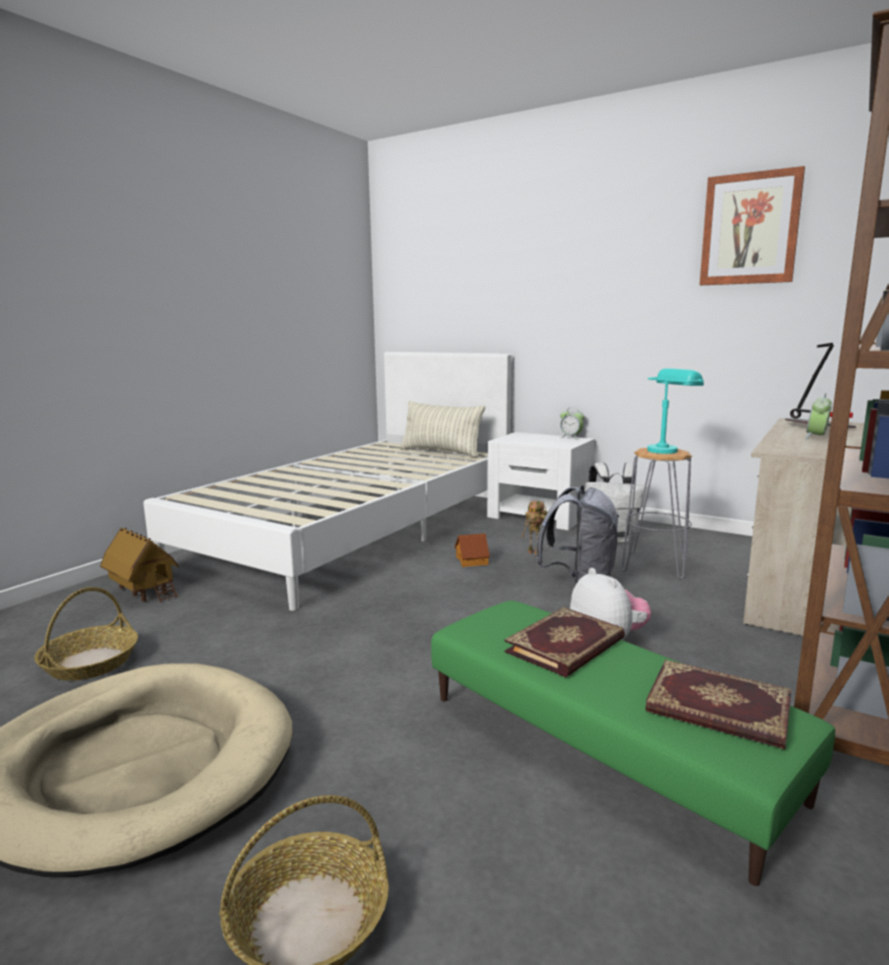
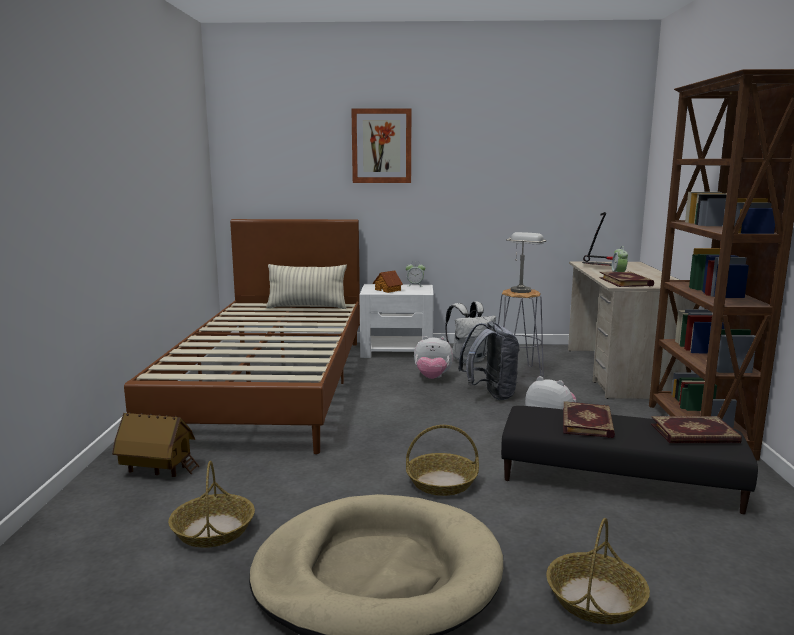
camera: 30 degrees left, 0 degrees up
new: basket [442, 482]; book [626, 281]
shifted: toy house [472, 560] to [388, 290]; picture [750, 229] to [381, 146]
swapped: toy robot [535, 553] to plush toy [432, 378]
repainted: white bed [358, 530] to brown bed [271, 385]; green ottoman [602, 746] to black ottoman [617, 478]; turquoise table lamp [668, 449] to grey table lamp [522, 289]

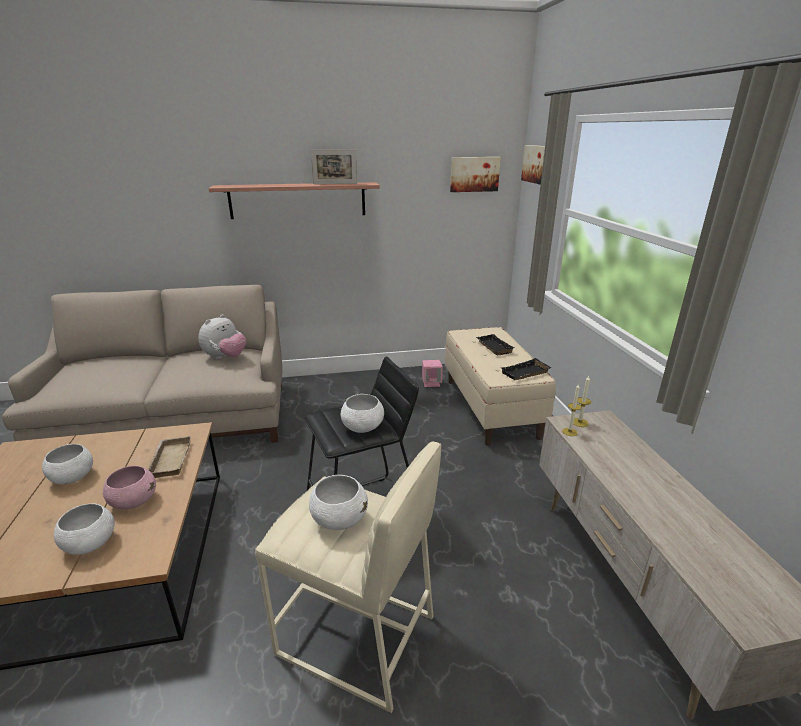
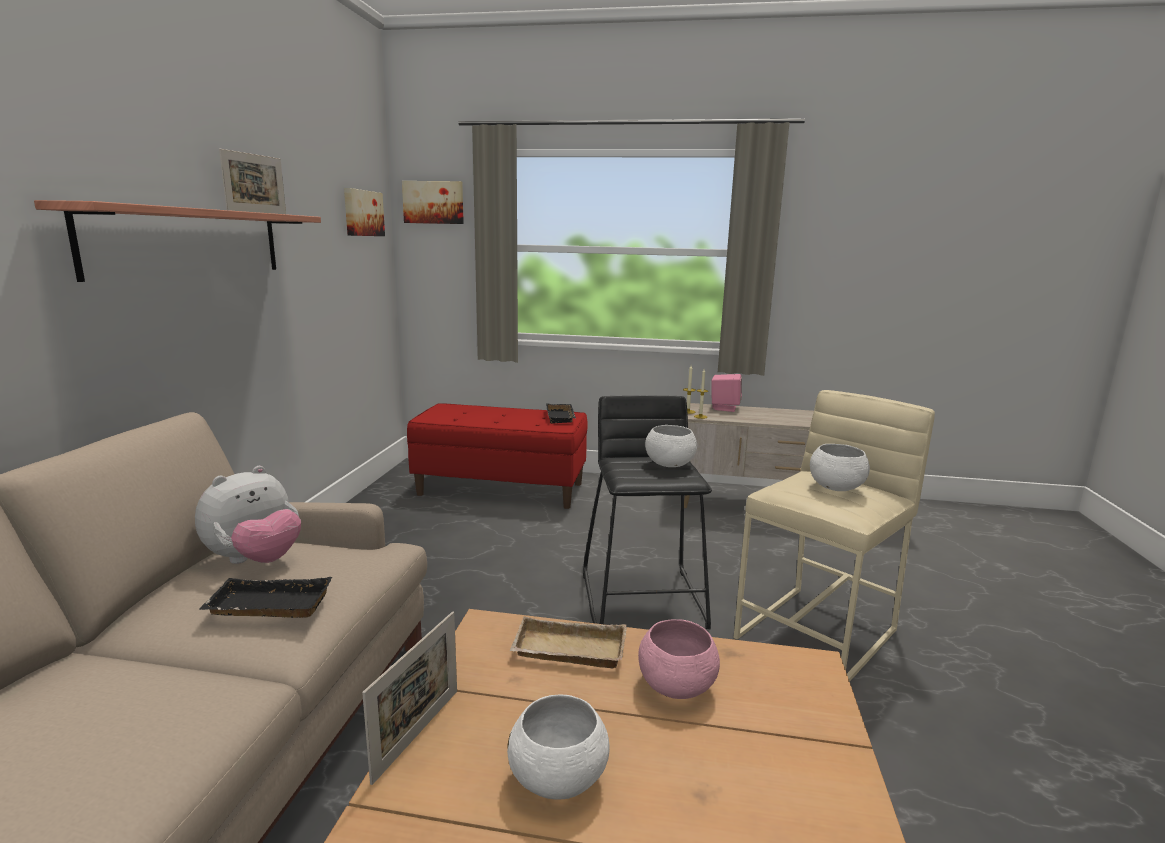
camera: 70 degrees left, 10 degrees down
gone: white bowl [90, 544]
new: picture frame [417, 733]
shifted: pink speaker [431, 383] to [724, 408]; black tray [493, 347] to [267, 607]
repainted: beige bench [491, 407] to red bench [501, 489]
rotated: plush toy [225, 357] = [256, 560] 75 degrees clockwise

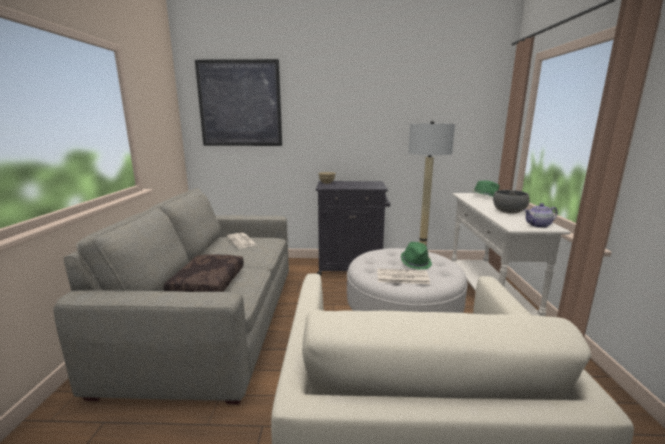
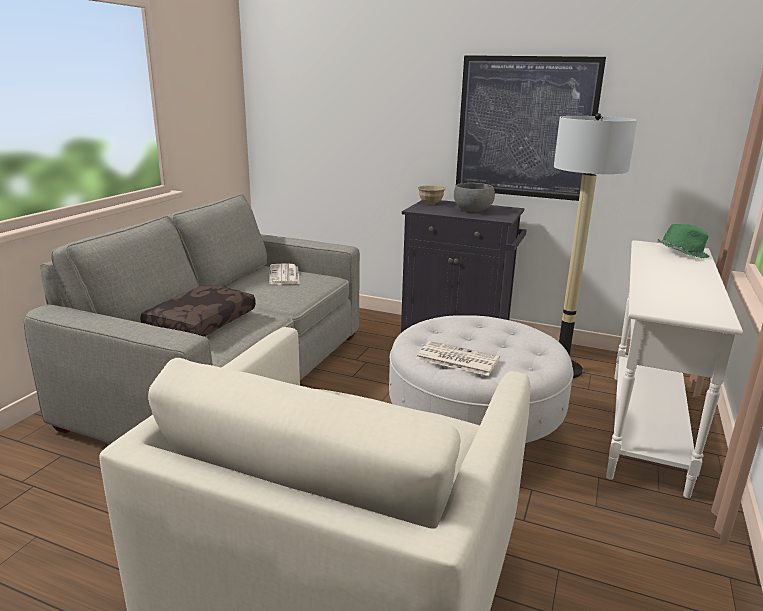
camera: 20 degrees right, 5 degrees up
gone: green hat [415, 263]; teapot [538, 225]
shifted: picture [240, 104] to [525, 128]; grey bowl [509, 211] to [473, 210]

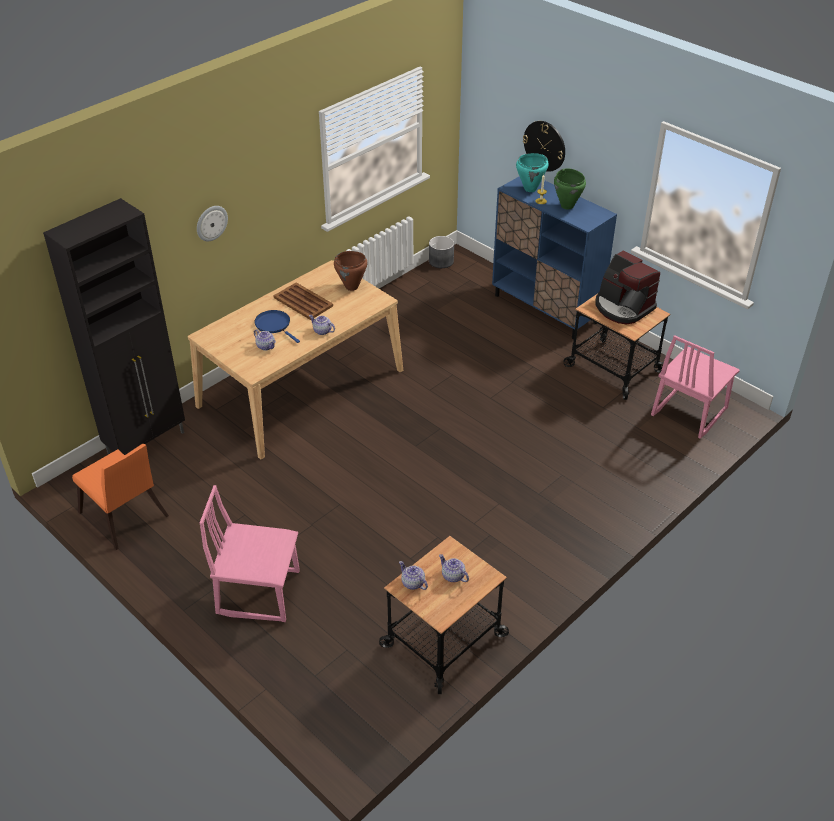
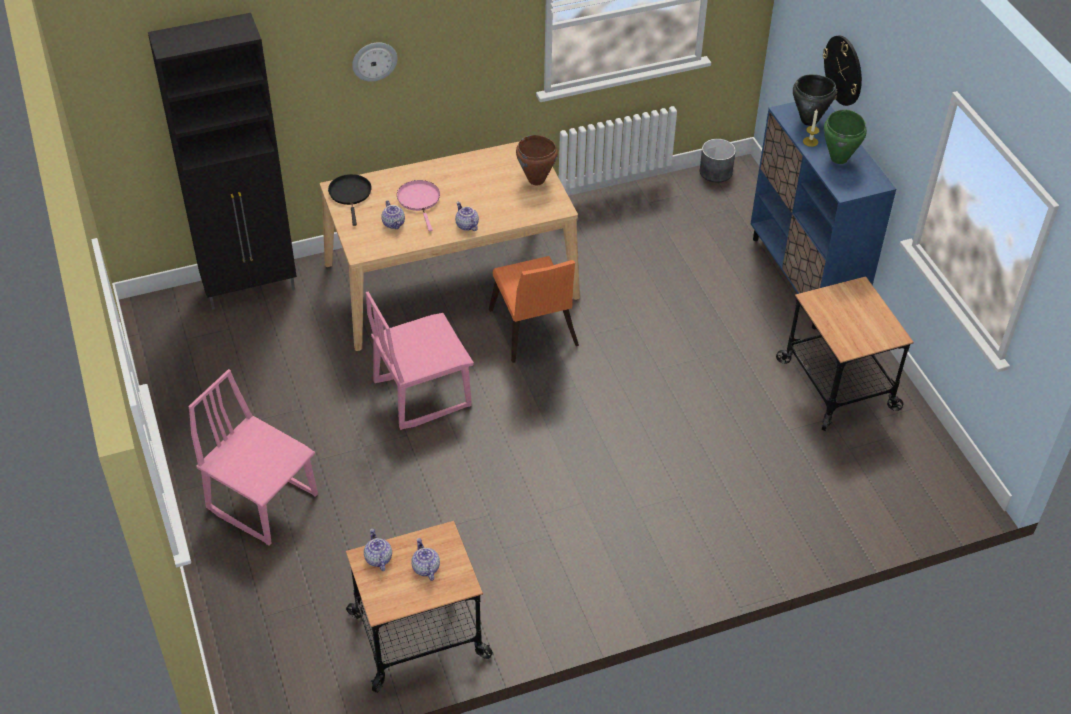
camera: 25 degrees right, 5 degrees up
gone: brown tray [303, 301]; coffee machine [623, 307]
new: black frying pan [350, 194]
shifted: orange chair [125, 518] to [533, 333]; pink chair [688, 412] to [422, 393]
repainted: blue frying pan [274, 325] to pink frying pan [419, 200]; turquoise cooking pot [530, 189] to black cooking pot [809, 121]

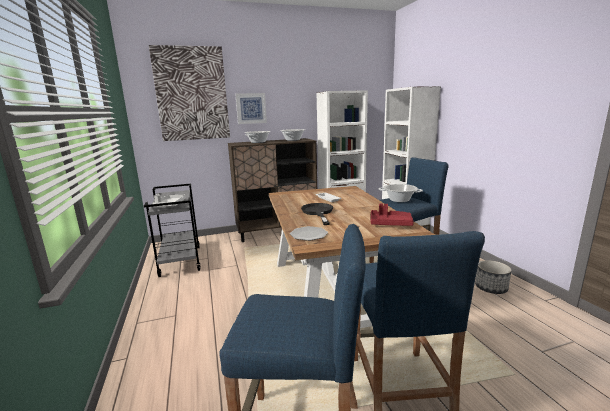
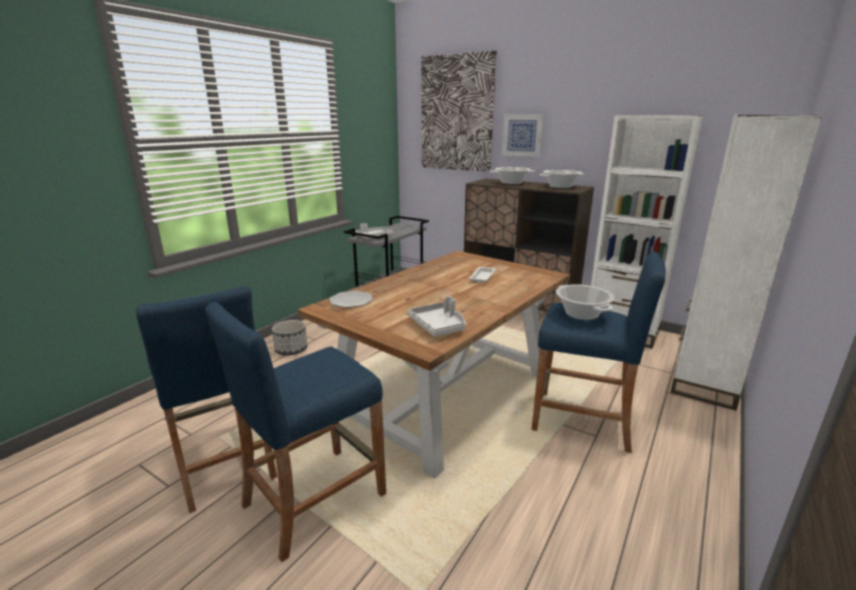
camera: 50 degrees right, 5 degrees up
gone: black frying pan [318, 212]
shifted: planter [490, 288] to [291, 350]
repainted: red tray [390, 223] to grey tray [439, 326]

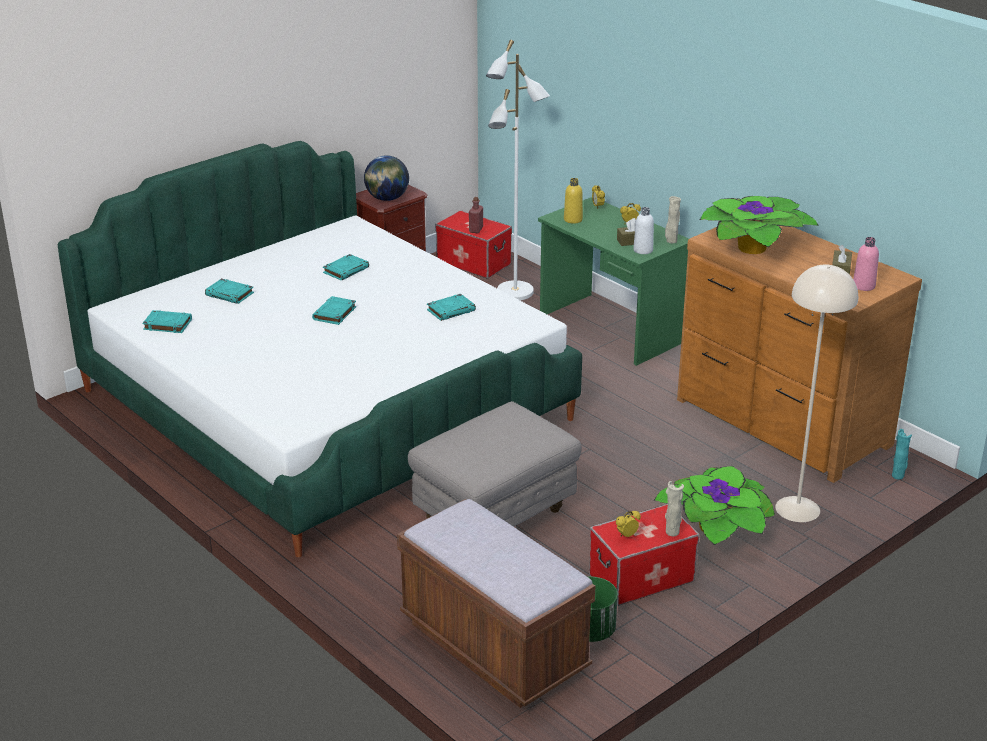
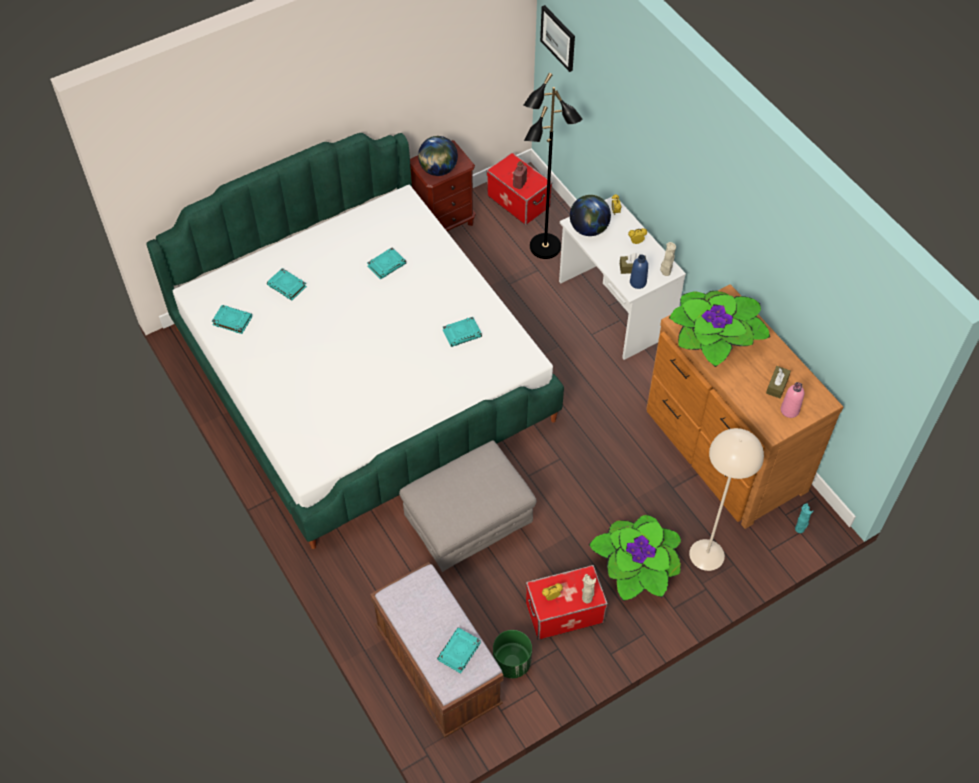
camera: 10 degrees right, 25 degrees up
new: picture [558, 37]
shifted: turquoise book [334, 314] to [459, 652]
swapped: yellow bottle [573, 220] to globe [589, 228]
repainted: white floor lamp [515, 292] to black floor lamp [545, 248]; green desk [610, 328] to white desk [614, 308]; white bottle [643, 250] to blue bottle [638, 282]

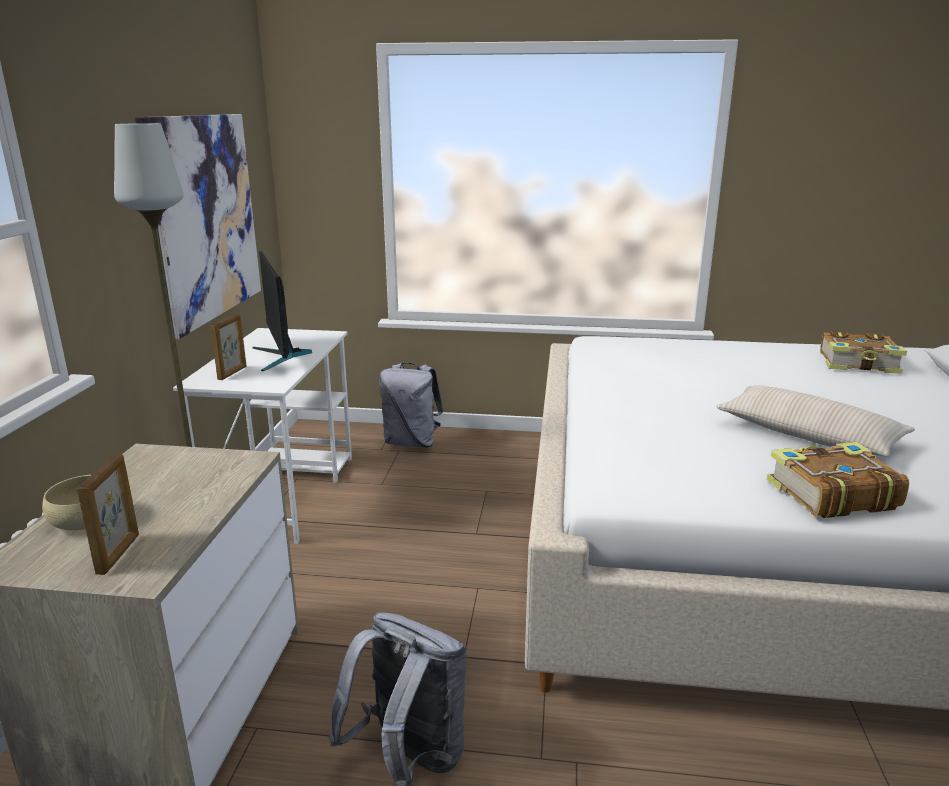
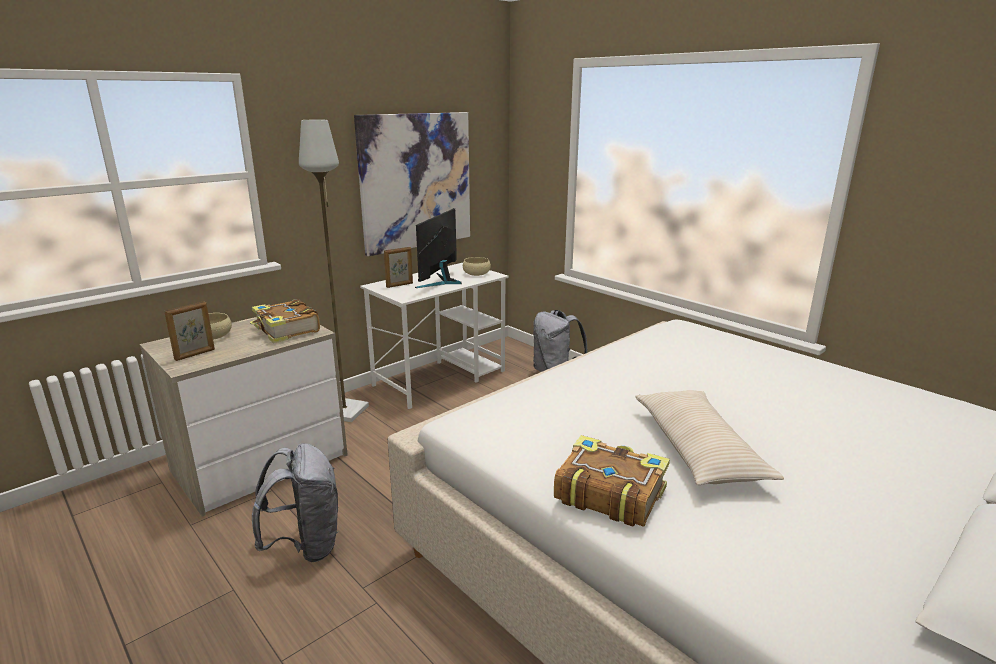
camera: 40 degrees right, 0 degrees up
new: beige bowl [476, 273]
shifted: book [859, 364] to [286, 330]

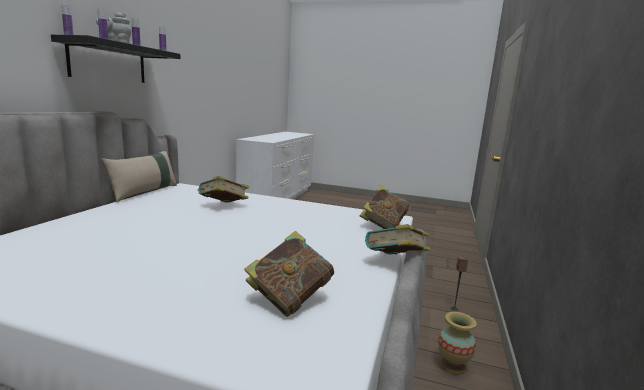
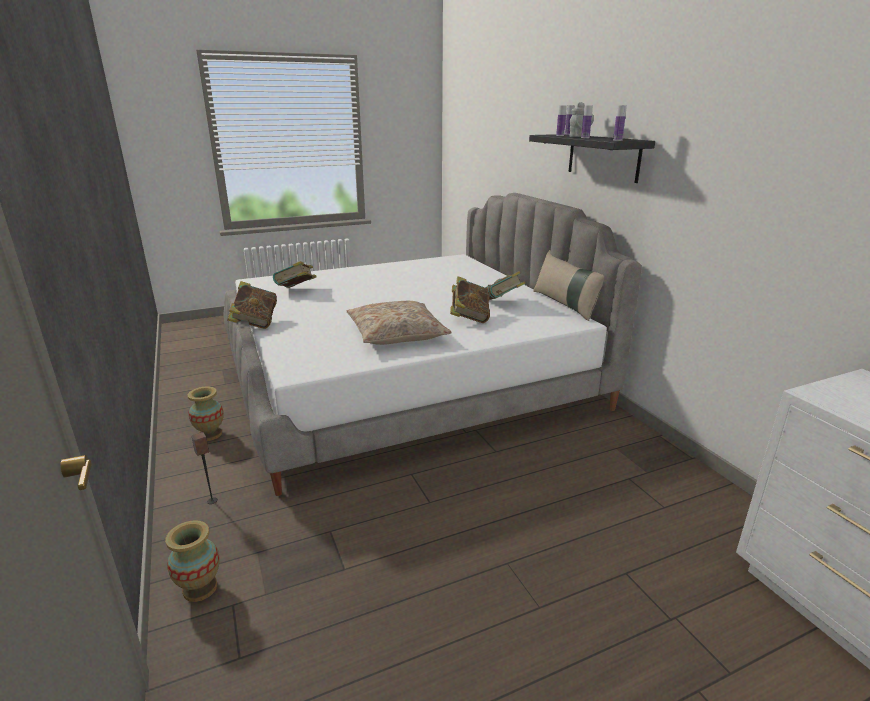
camera: 140 degrees right, 10 degrees up
new: vase [200, 588]; beige pillow [397, 334]
shifted: book [383, 226] to [501, 303]

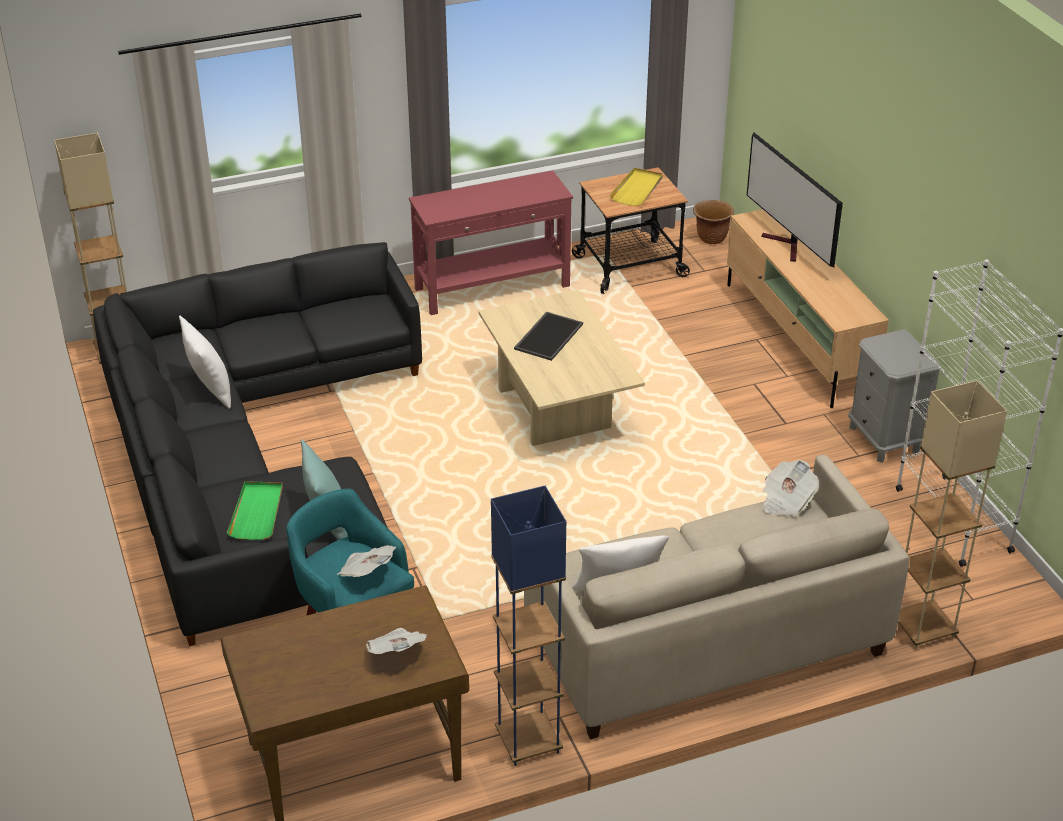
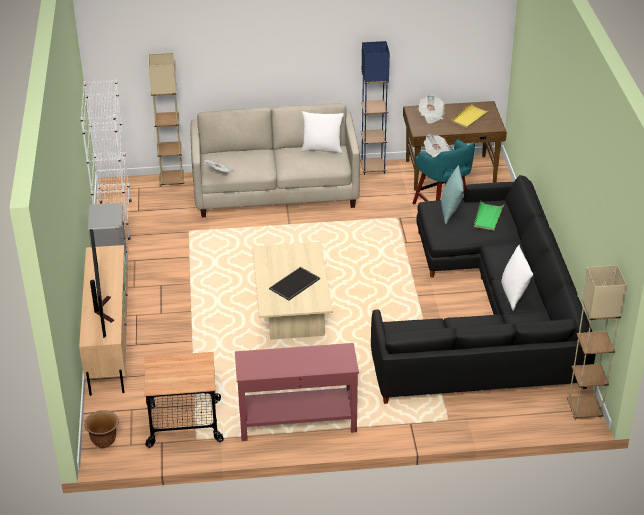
camera: 165 degrees left, 0 degrees up
shifted: yellow tray [637, 189] to [469, 117]

